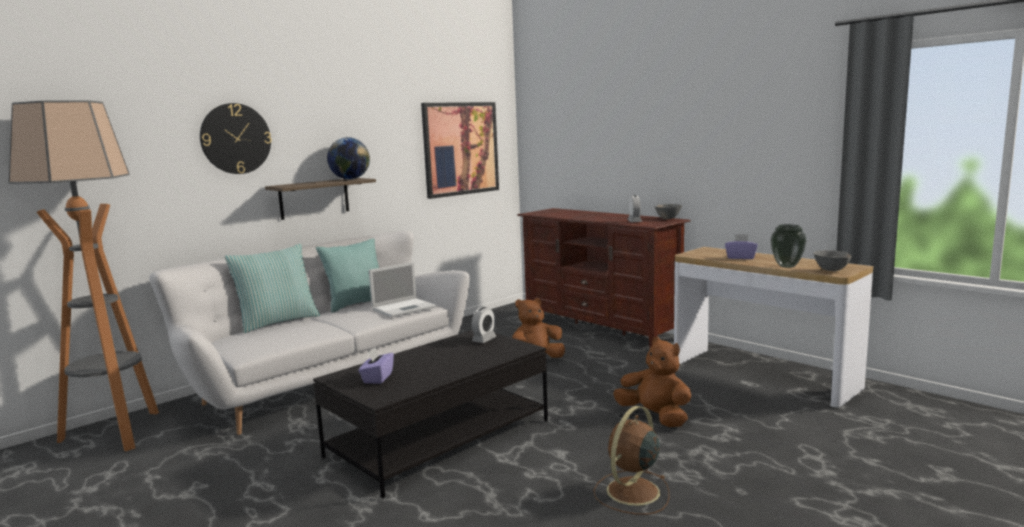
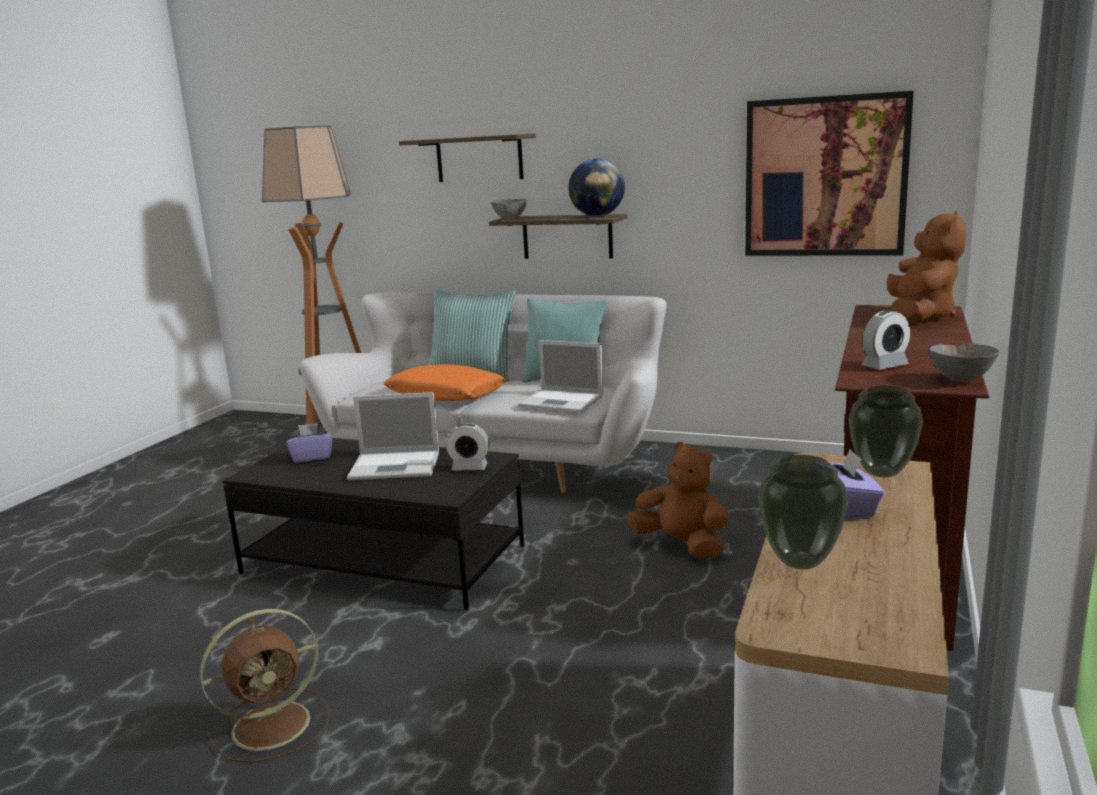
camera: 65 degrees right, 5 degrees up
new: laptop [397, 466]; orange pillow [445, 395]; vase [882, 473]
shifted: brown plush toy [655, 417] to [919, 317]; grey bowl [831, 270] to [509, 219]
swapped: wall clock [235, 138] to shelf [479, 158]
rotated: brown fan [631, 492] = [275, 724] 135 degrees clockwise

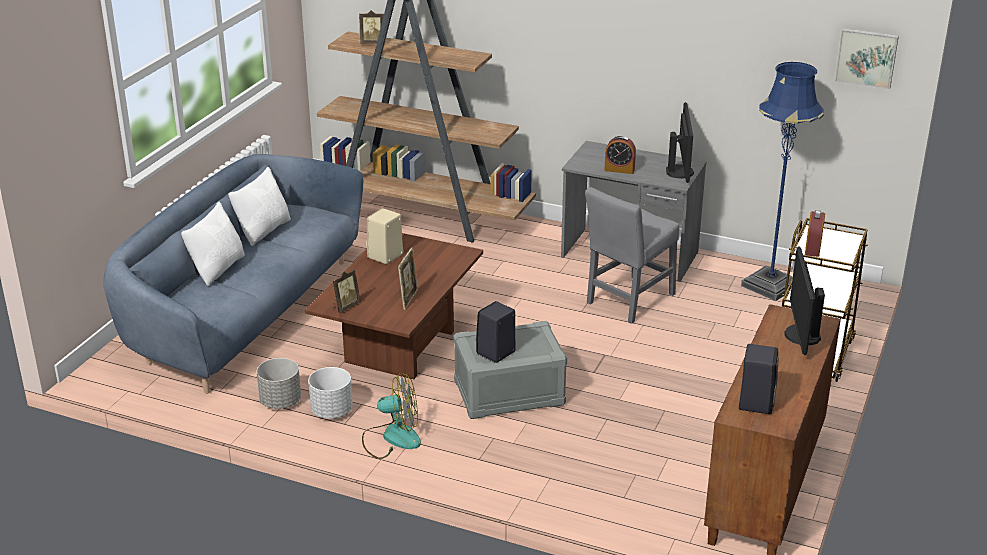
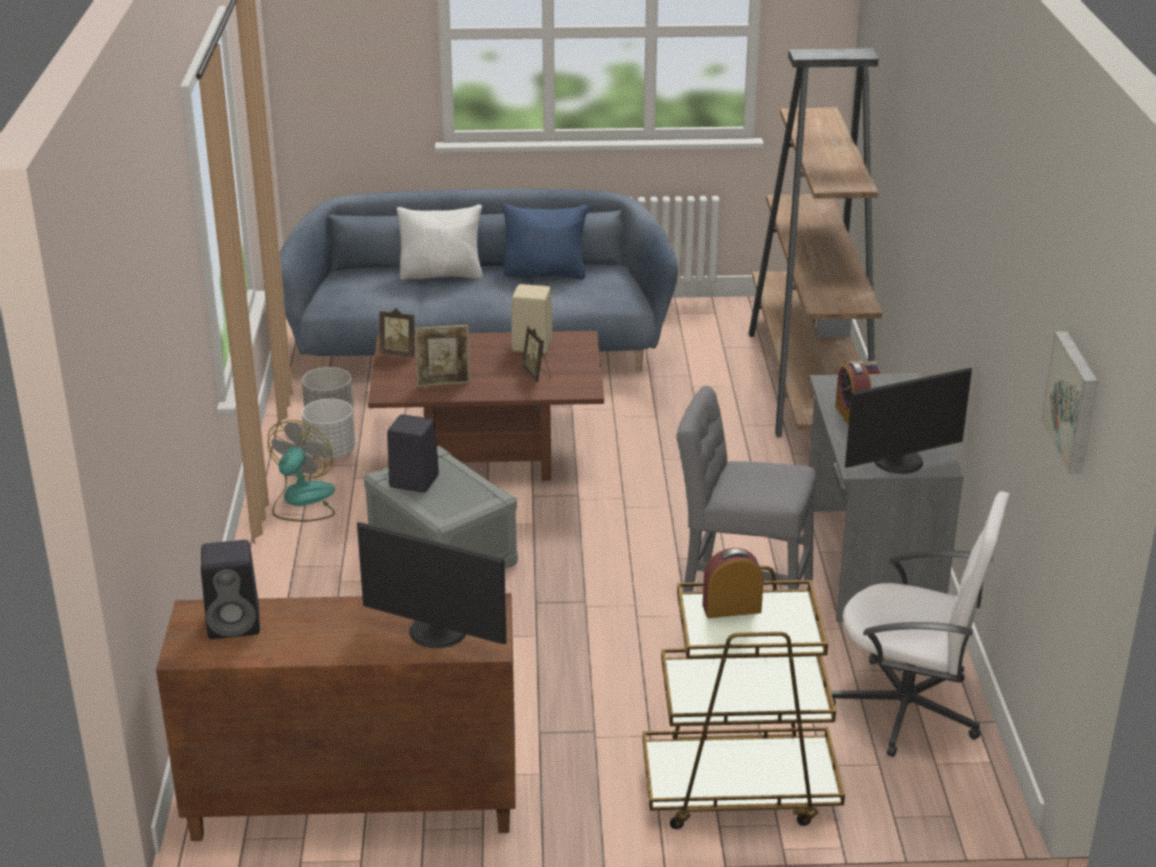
camera: 65 degrees right, 0 degrees up
shifted: picture frame [373, 43] to [537, 374]
swapped: blue floor lamp [770, 286] to white office chair [908, 709]
repainted: white pillow [263, 231] to blue pillow [545, 273]
rotated: fan [392, 438] = [302, 501] 135 degrees counterclockwise; monitor [800, 335] = [437, 632] 135 degrees counterclockwise

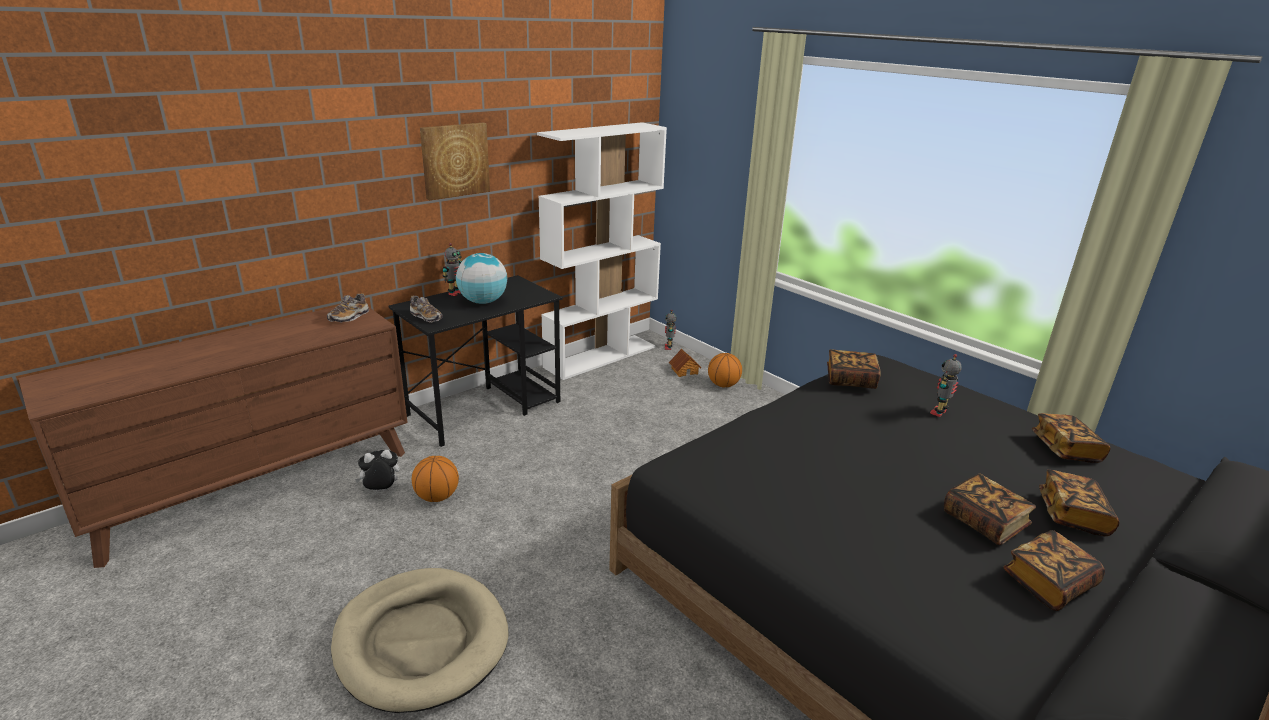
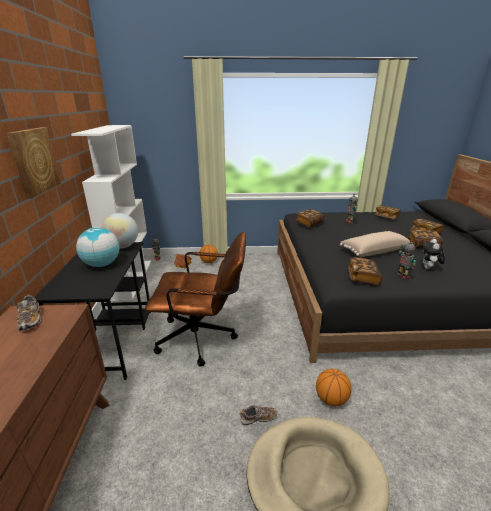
camera: 50 degrees left, 0 degrees up
new: globe [122, 246]; brown office chair [203, 338]; beige pillow [374, 251]
shifted: plush toy [381, 491] to [428, 268]; shoe [426, 317] to [258, 418]; basketball [437, 497] to [331, 399]; toy robot [454, 293] to [402, 276]; book [1048, 583] to [362, 278]

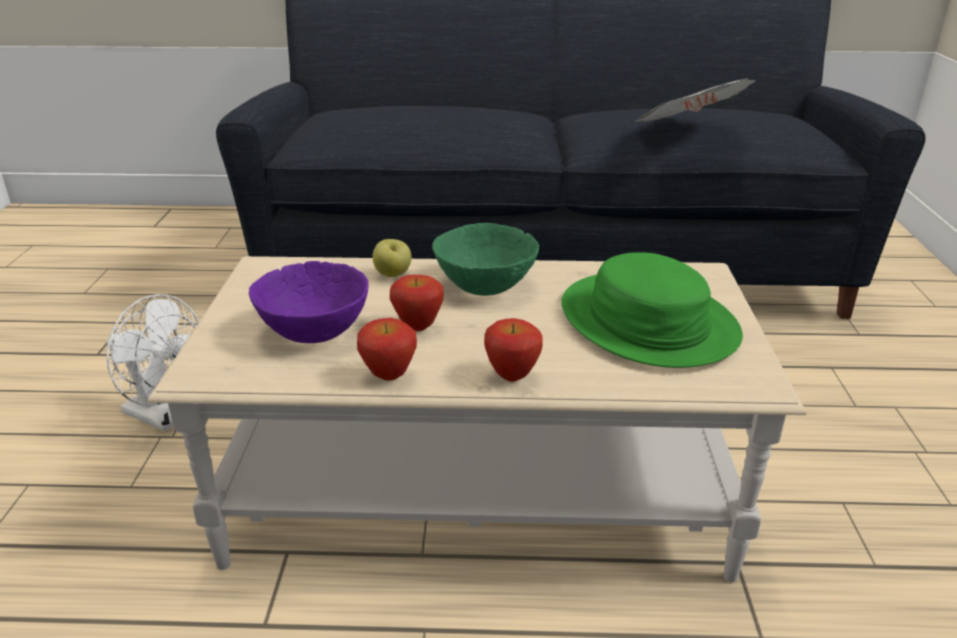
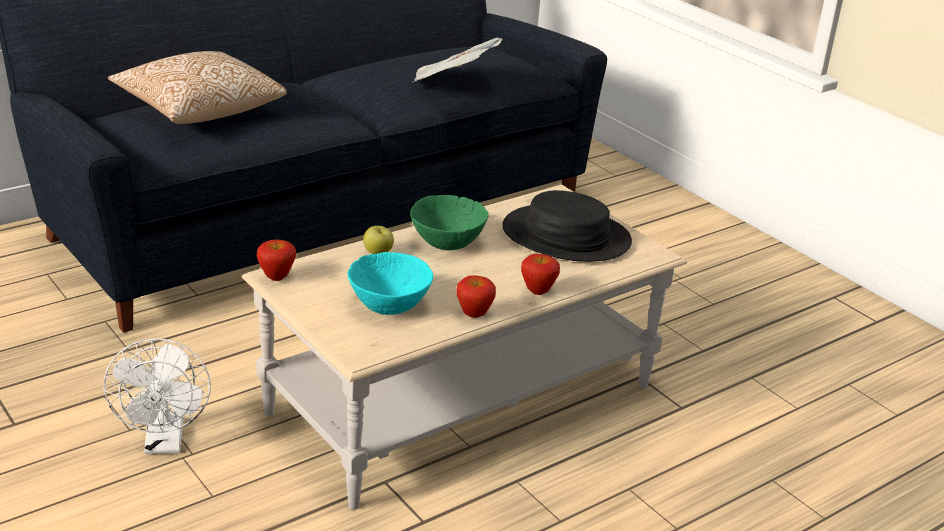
camera: 40 degrees left, 0 degrees up
new: pillow [199, 109]
shifted: apple [418, 327] to [276, 277]
repainted: purple bowl [315, 332] to turquoise bowl [389, 305]; green hat [647, 321] to black hat [566, 236]
rotated: white fan [166, 416] = [165, 443] 90 degrees clockwise

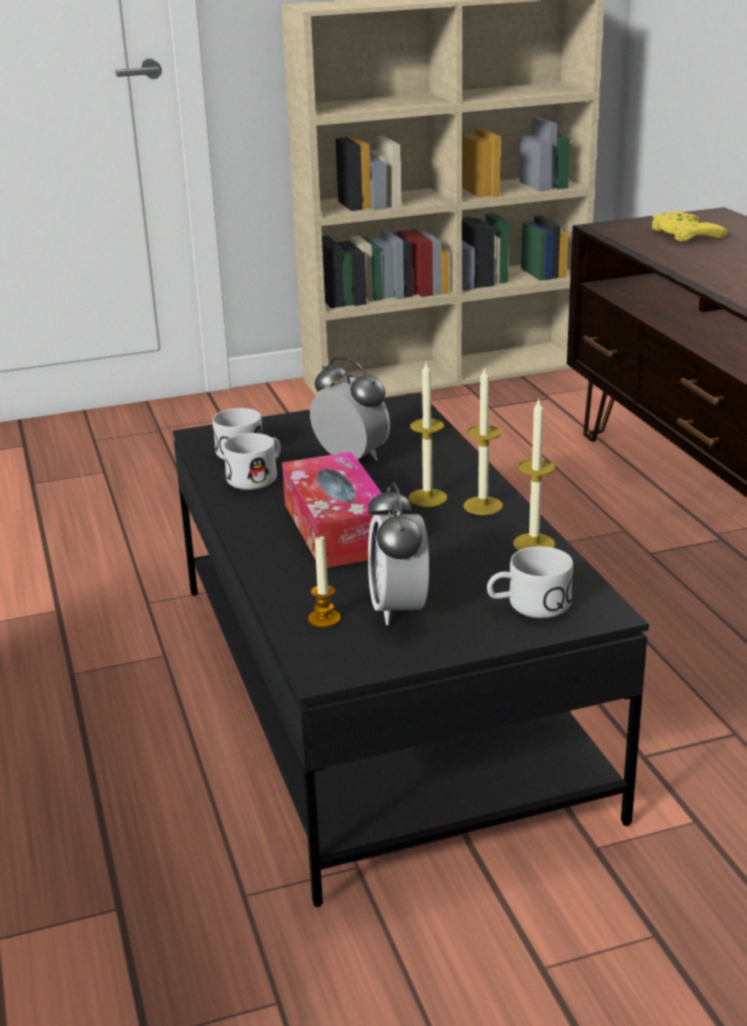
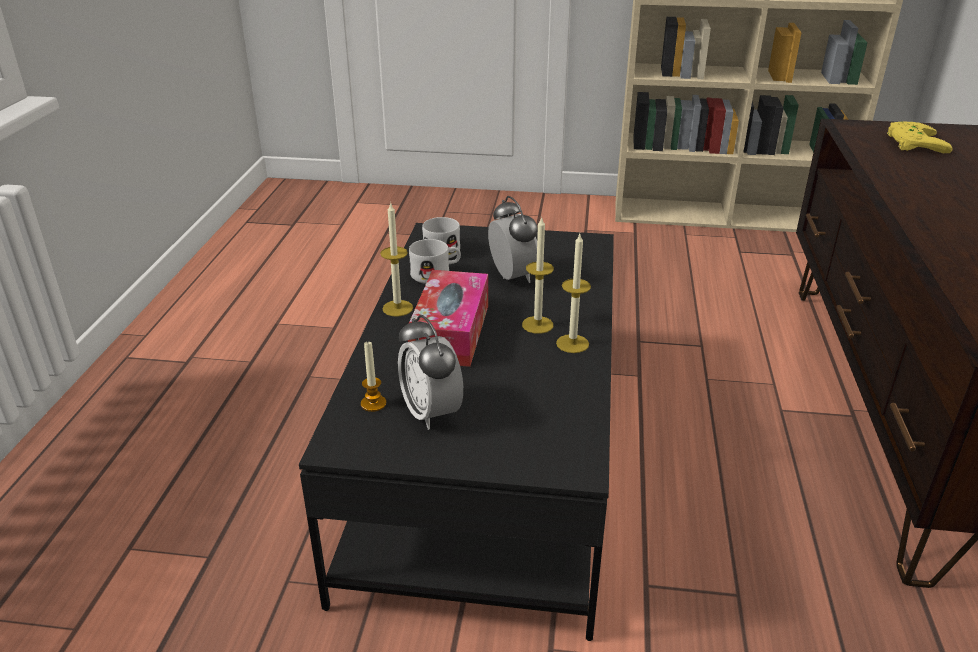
camera: 25 degrees right, 5 degrees up
gone: white mug [528, 605]
shifted: candle [534, 544] to [397, 308]
rotated: alarm clock [398, 608] = [431, 412] 45 degrees counterclockwise

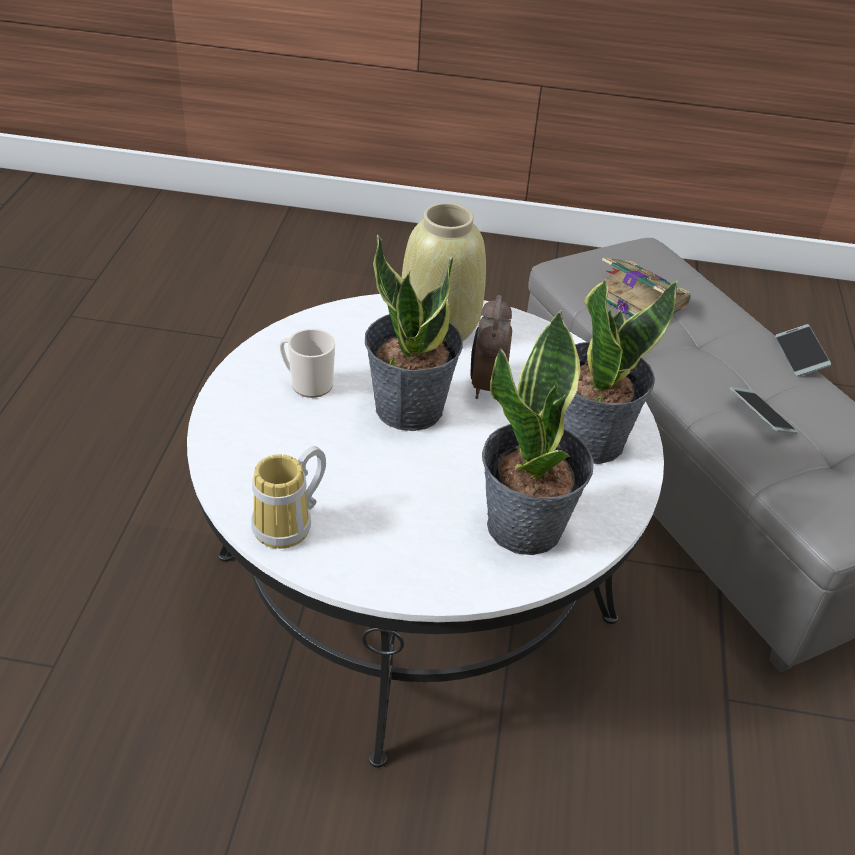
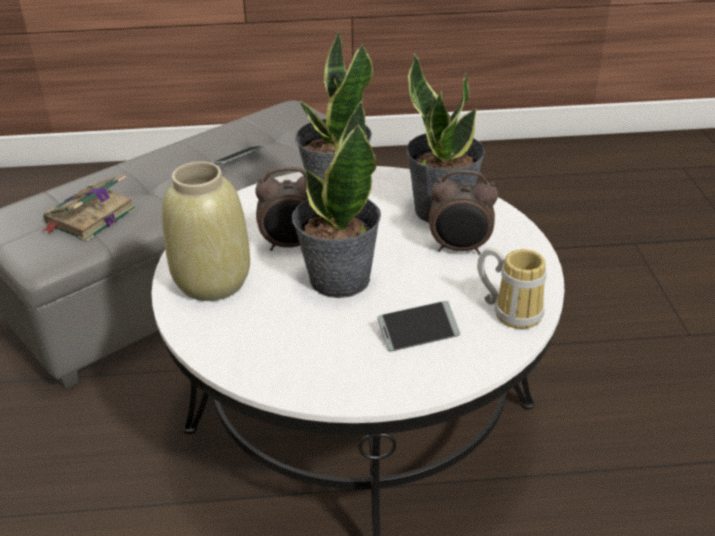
camera: 100 degrees left, 5 degrees down
gone: mug [307, 383]
new: alarm clock [460, 249]
shifted: phone [799, 356] to [418, 332]

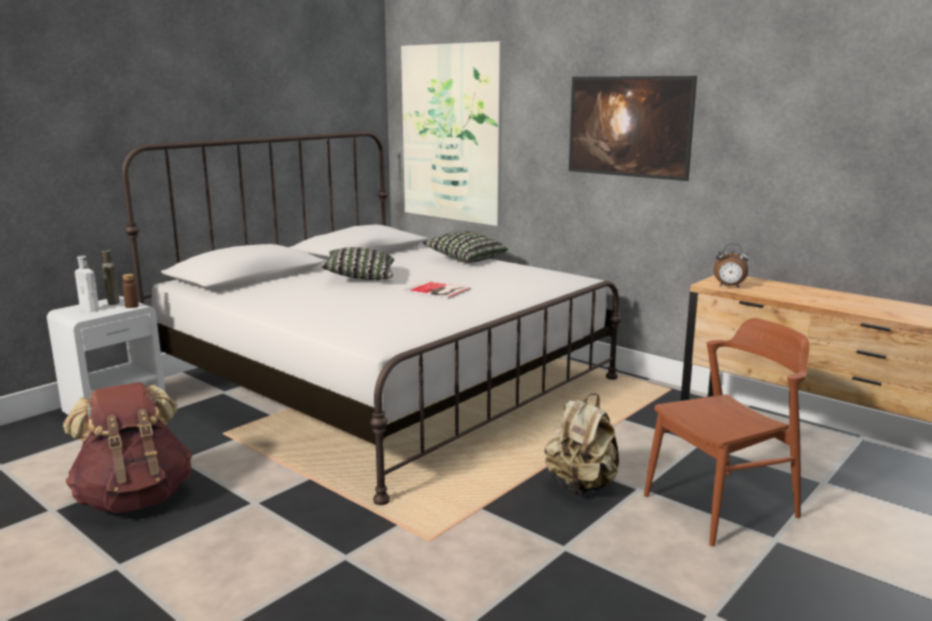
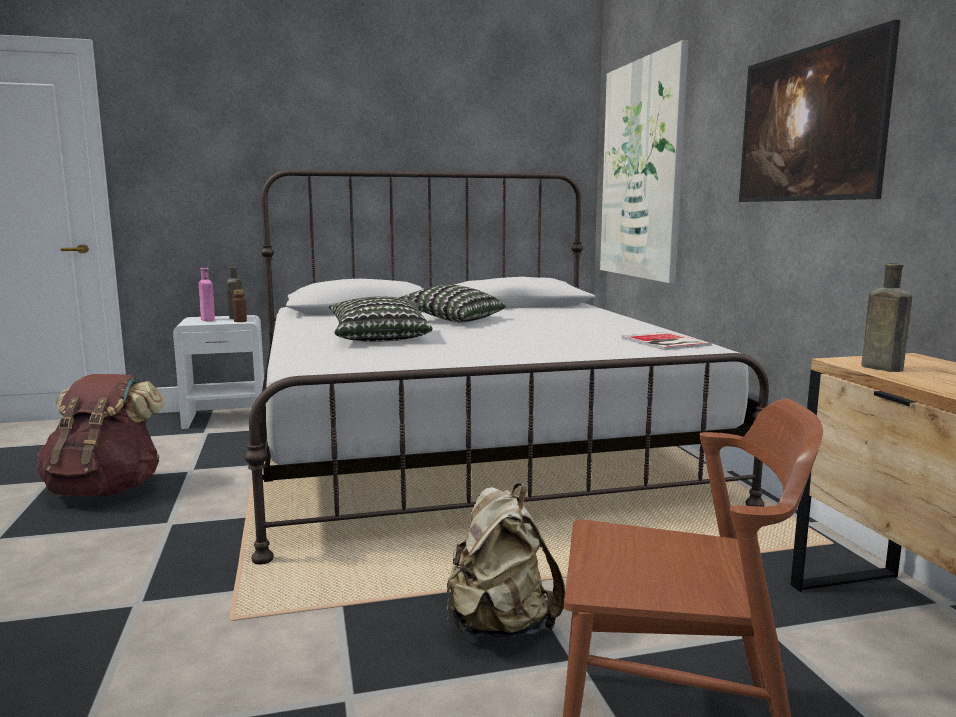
camera: 35 degrees right, 5 degrees down
shifted: book [437, 291] to [664, 342]; pillow [465, 259] to [380, 338]
swapped: alarm clock [729, 286] to brown bottle [878, 367]
repainted: white bottle [90, 310] to pink bottle [208, 320]

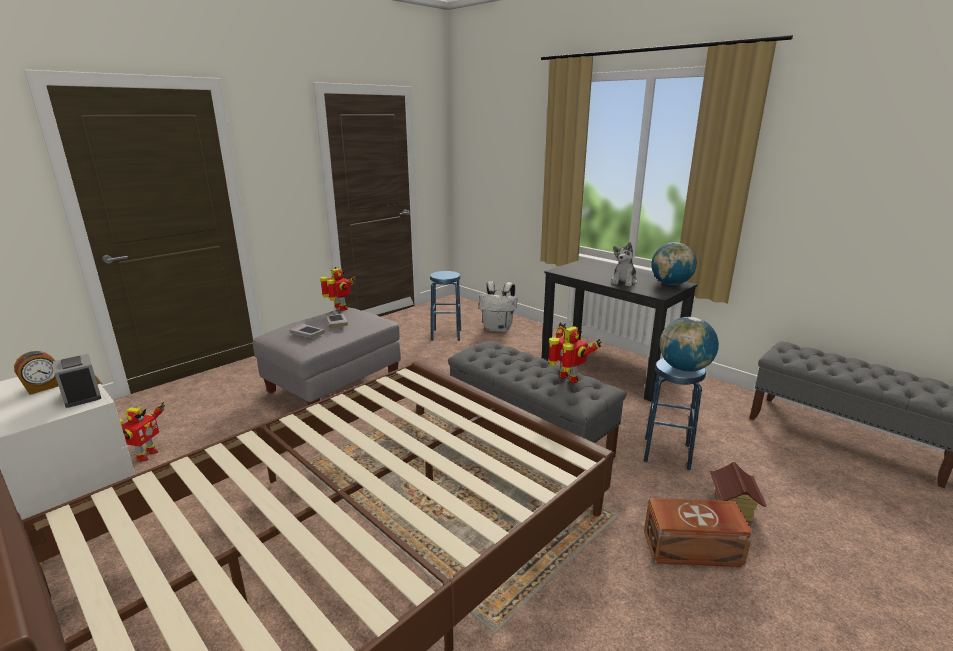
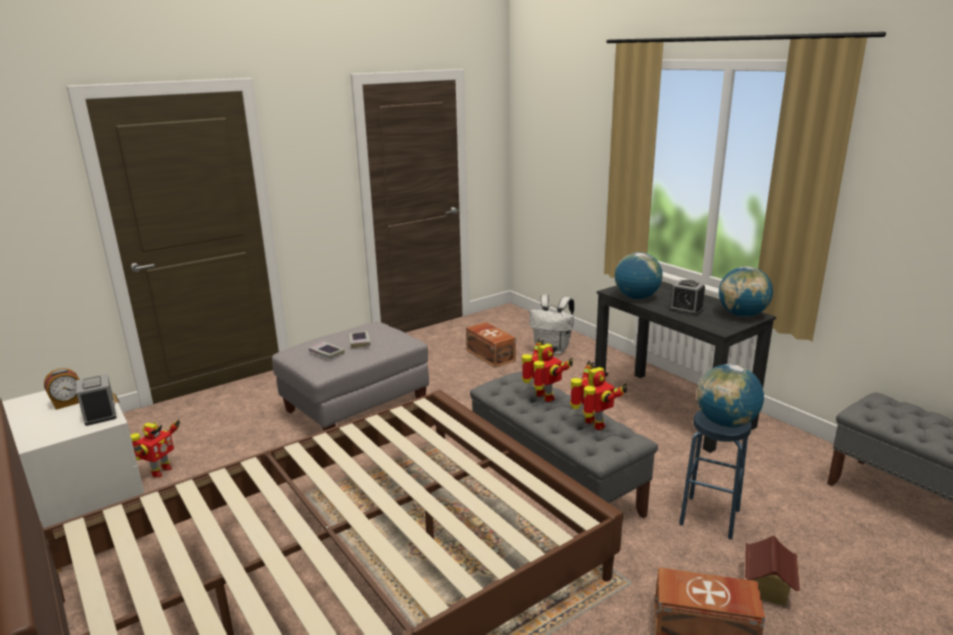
camera: 10 degrees right, 0 degrees up
new: globe [636, 297]
shifted: toy robot [340, 309] to [544, 398]
swapped: blue stool [446, 335] to brown storage box [490, 355]; plush toy [624, 281] to alarm clock [686, 309]

